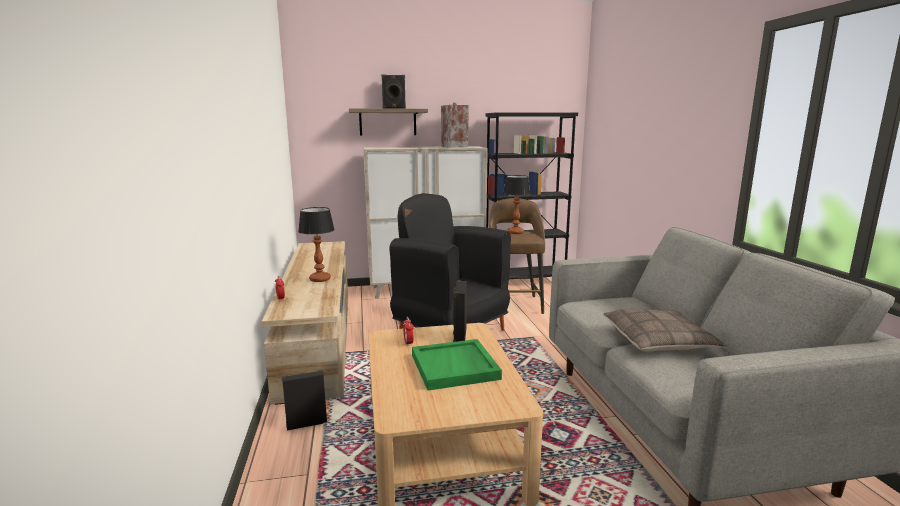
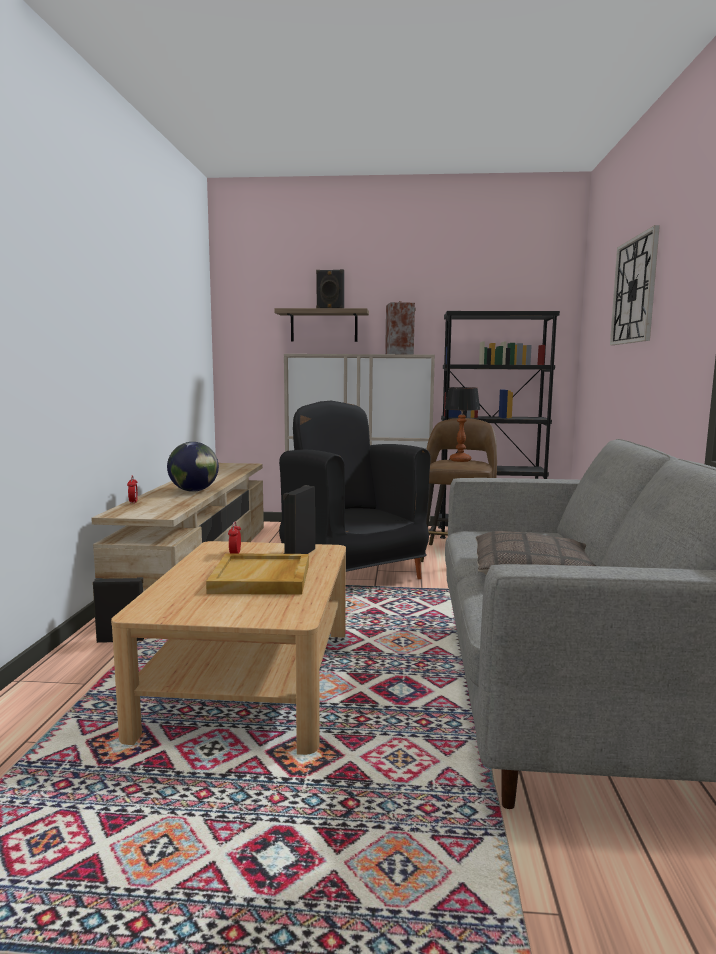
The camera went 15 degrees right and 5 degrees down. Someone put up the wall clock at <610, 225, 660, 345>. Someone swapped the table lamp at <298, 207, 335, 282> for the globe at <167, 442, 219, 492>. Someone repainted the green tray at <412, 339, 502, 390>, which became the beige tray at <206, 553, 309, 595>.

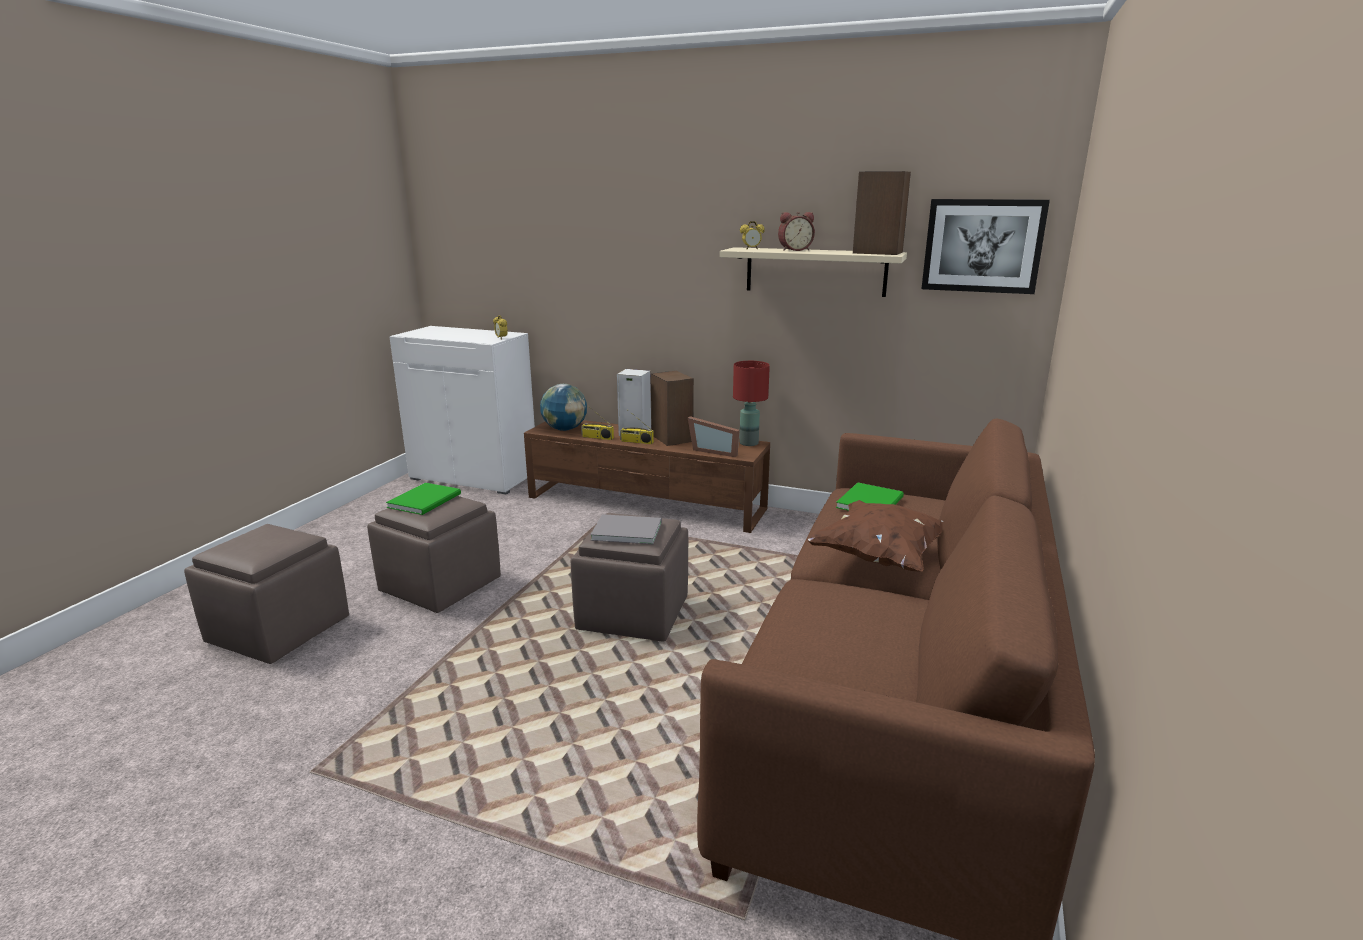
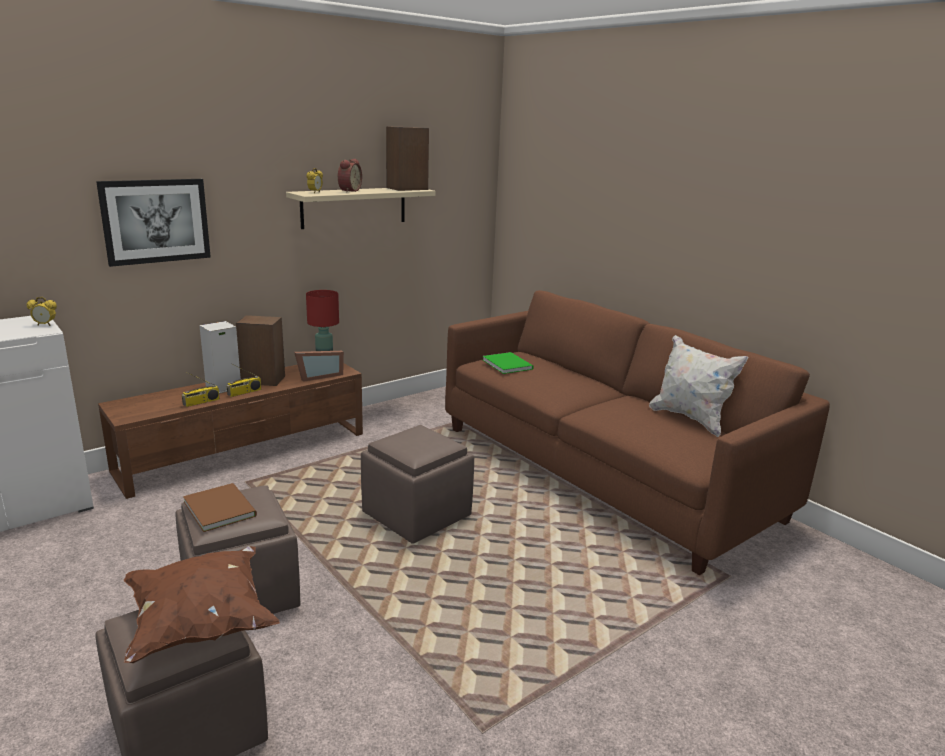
The camera went 60 degrees left and 0 degrees up. Someone took away the globe at <540, 384, 587, 431>. Someone took away the grey book at <591, 514, 662, 544>. Someone put down the white pillow at <649, 335, 748, 437>. Someone carried the brown pillow from <806, 500, 943, 572> to <124, 546, 280, 663>. Someone carried the picture from <922, 199, 1050, 294> to <96, 179, 211, 267>. Someone repainted the green book at <386, 483, 461, 515>, which became the brown book at <183, 483, 257, 532>.

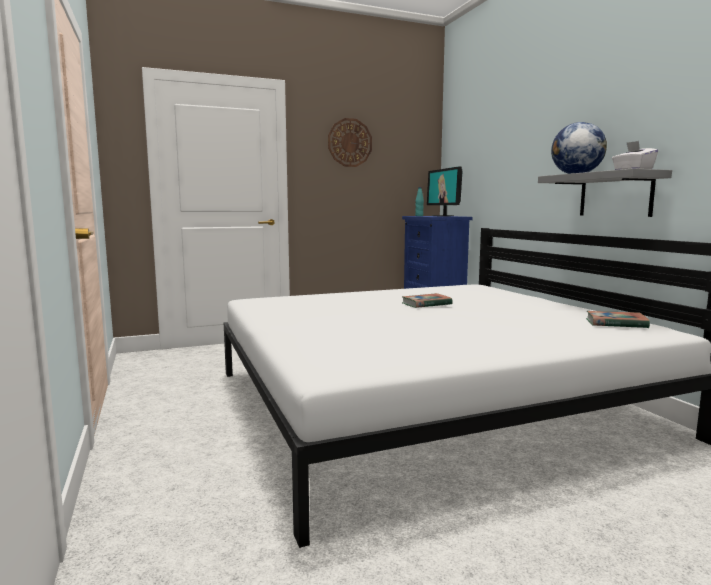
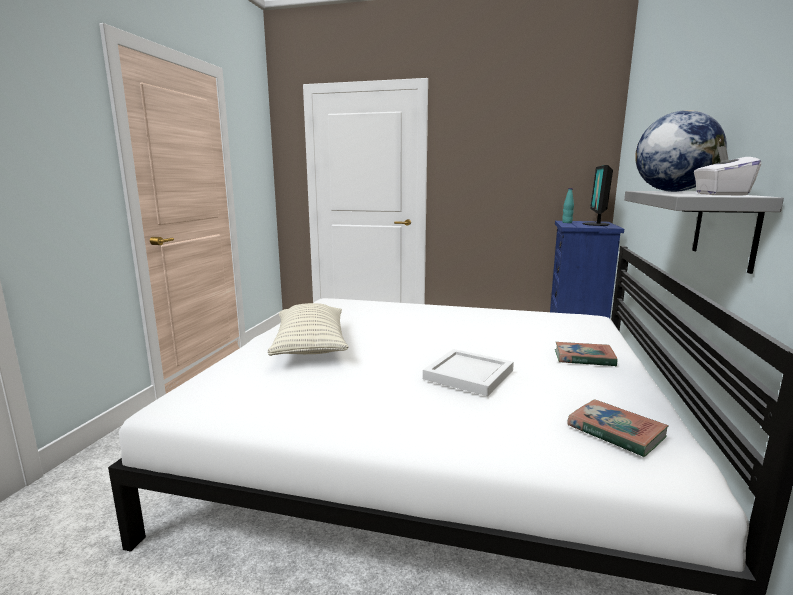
The camera went 35 degrees right and 5 degrees up. Someone took away the wall clock at <328, 118, 372, 167>. Someone put down the pillow at <268, 303, 348, 356>. Someone put down the white tray at <423, 349, 514, 396>. Someone carried the book from <402, 293, 453, 308> to <555, 342, 617, 366>.

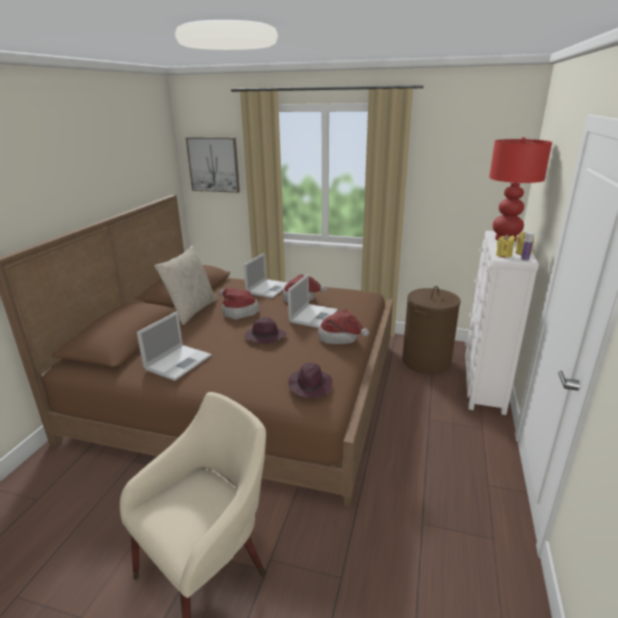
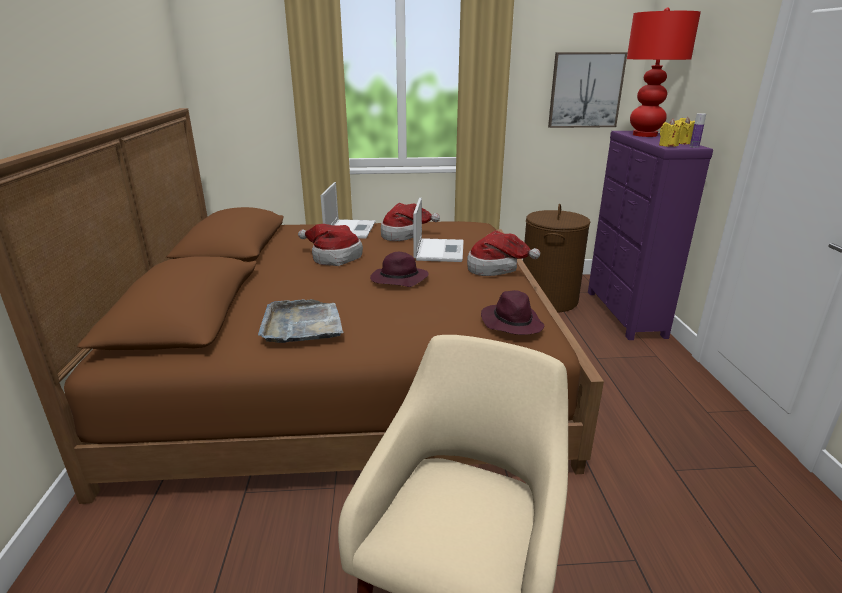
The camera went 20 degrees left and 0 degrees up. Someone took away the beige pillow at <154, 245, 218, 325>. Someone carried the picture from <186, 137, 240, 193> to <548, 52, 628, 128>. Someone swapped the laptop at <137, 311, 212, 381> for the grey tray at <258, 299, 343, 343>. Someone repainted the white dresser at <465, 231, 539, 415>, which became the purple dresser at <588, 131, 713, 340>.

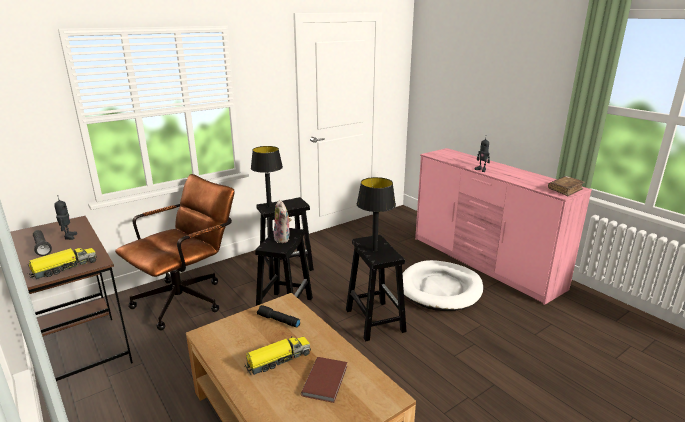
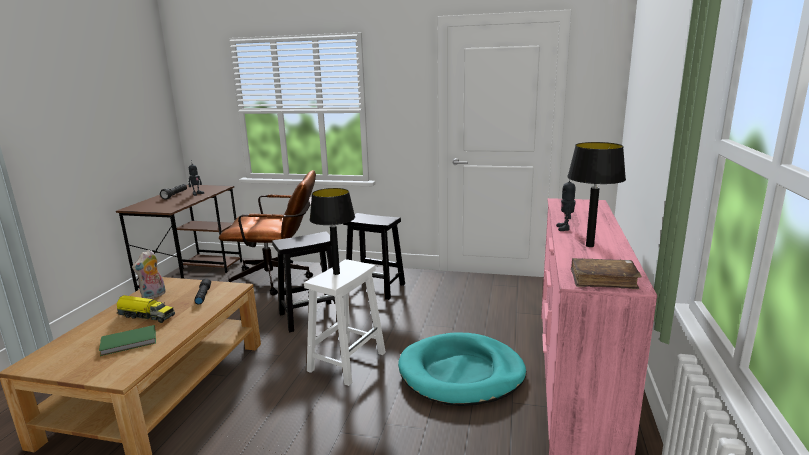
The camera went 50 degrees right and 5 degrees down. Someone took away the toy truck at <28, 248, 97, 279>. Someone carried the black table lamp from <251, 146, 283, 207> to <567, 142, 626, 247>. Someone carried the plush toy from <274, 200, 291, 243> to <132, 250, 166, 299>. Someone repainted the brown book at <301, 357, 347, 403>, which became the green book at <99, 325, 156, 356>. Someone repainted the black stool at <346, 235, 407, 342>, which became the white stool at <304, 259, 386, 386>. Someone repainted the white dog bed at <402, 260, 483, 311>, which became the turquoise dog bed at <398, 333, 526, 406>.

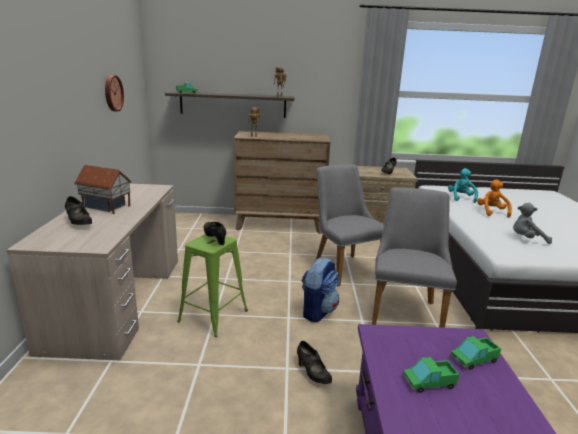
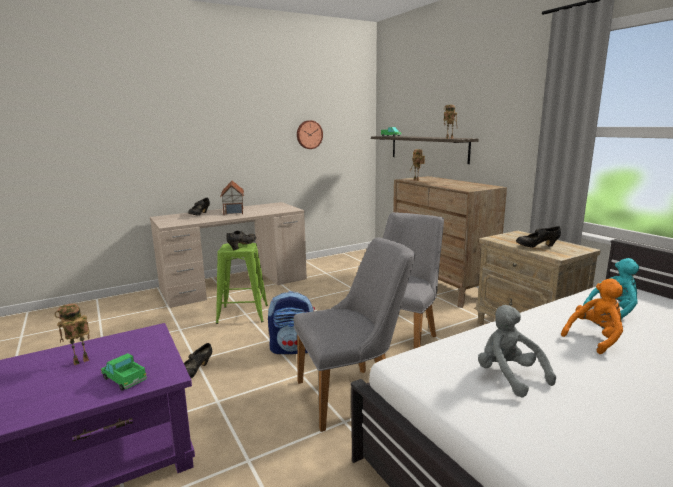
The camera went 60 degrees right and 5 degrees down. Someone swapped the toy truck at <402, 357, 459, 393> for the toy robot at <54, 303, 90, 365>.

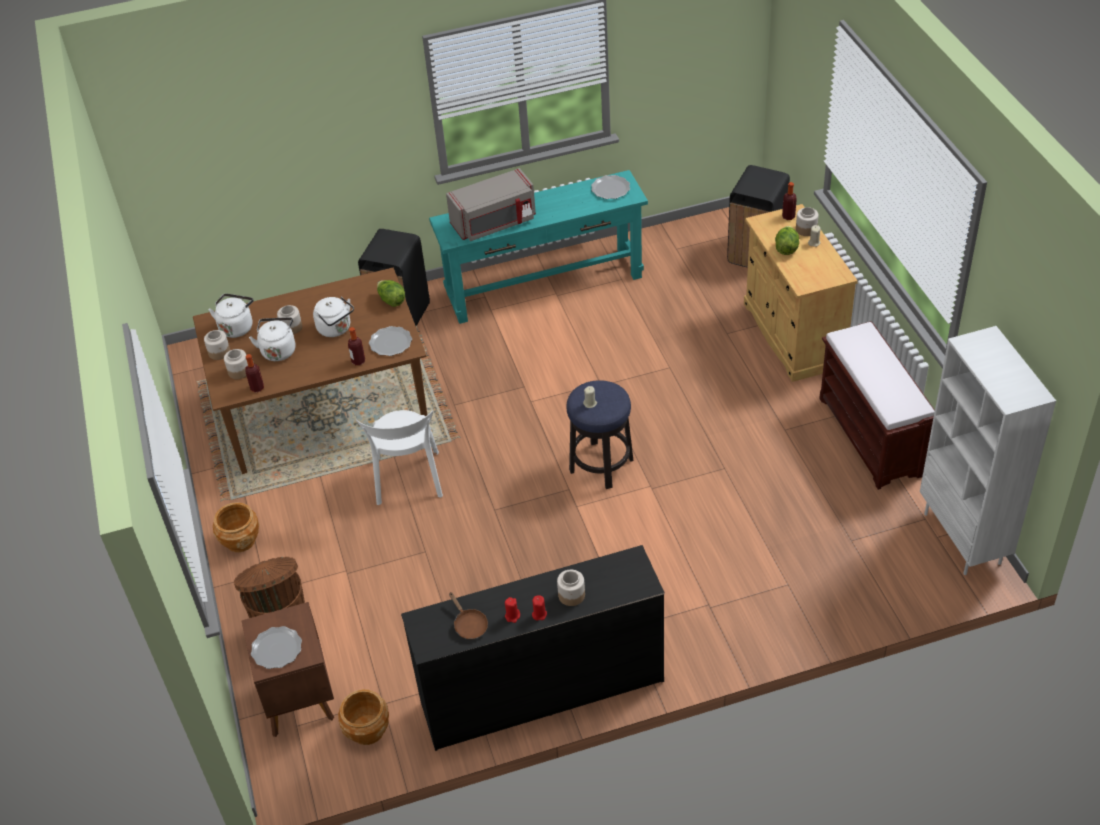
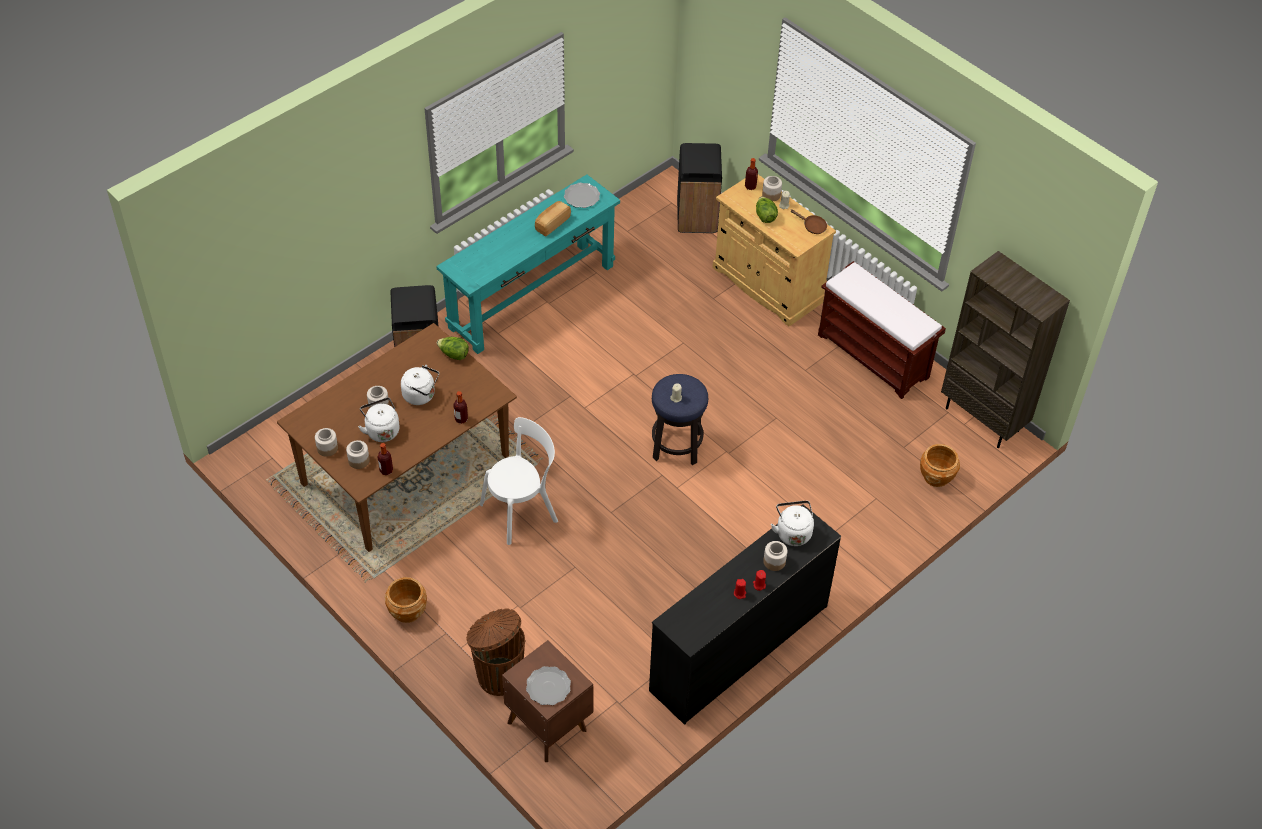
The camera went 30 degrees left and 5 degrees up. Someone took away the plate at <369, 326, 412, 356>. Someone took away the grey microwave at <446, 168, 536, 241>. Someone put down the bread at <535, 201, 571, 236>. Someone carried the white kettle from <208, 294, 254, 338> to <771, 501, 814, 546>. Someone carried the brown planter from <338, 689, 389, 745> to <920, 444, 960, 487>. Someone carried the brown frying pan from <449, 592, 488, 639> to <791, 209, 827, 234>. Someone repainted the white bookcase at <920, 326, 1056, 575>, which became the brown bookcase at <941, 251, 1070, 448>. Someone rotated the white chair at <356, 410, 443, 505> by 90 degrees counterclockwise.

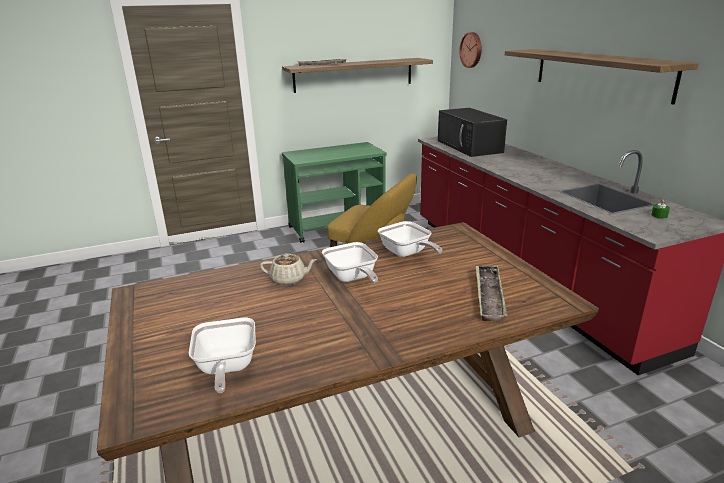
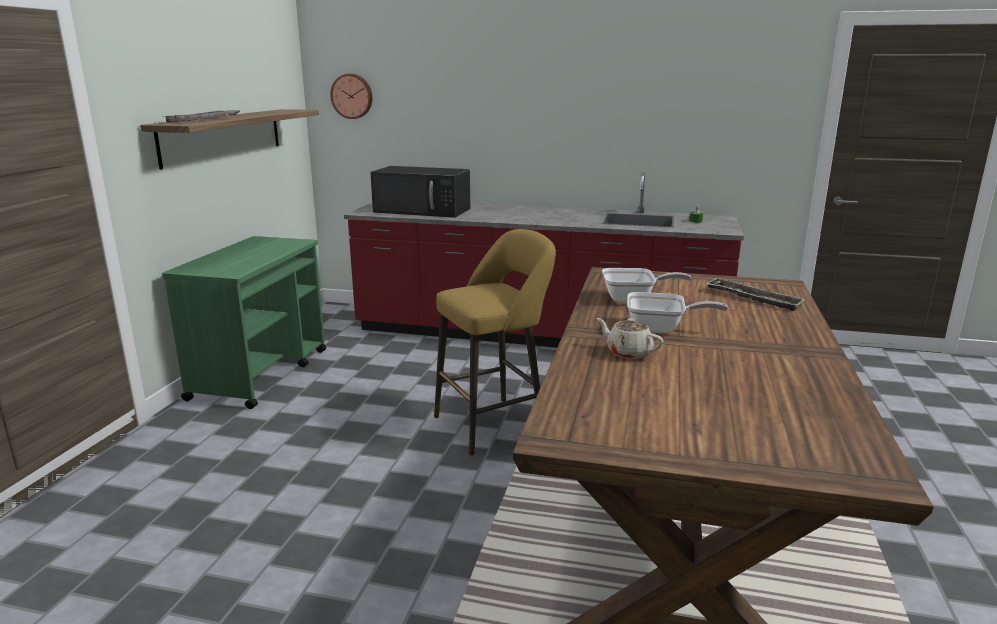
The camera went 55 degrees left and 5 degrees down. Someone took away the frying pan at <189, 318, 256, 393>. Someone took away the shelf at <505, 49, 699, 105>. Someone rotated the beige teapot at <260, 253, 317, 285> by 90 degrees counterclockwise.

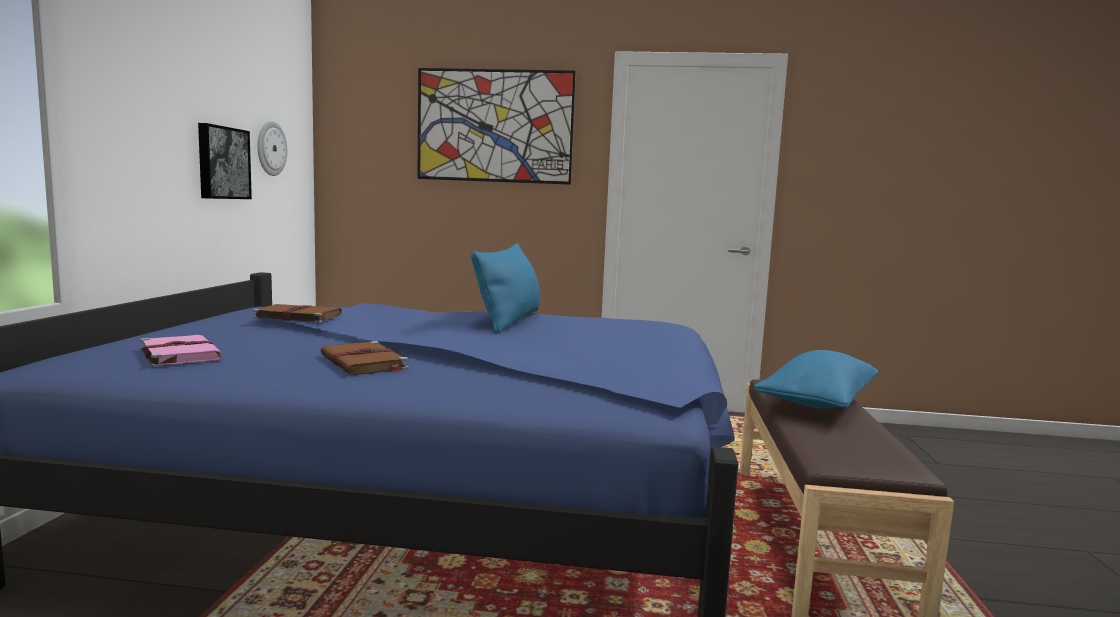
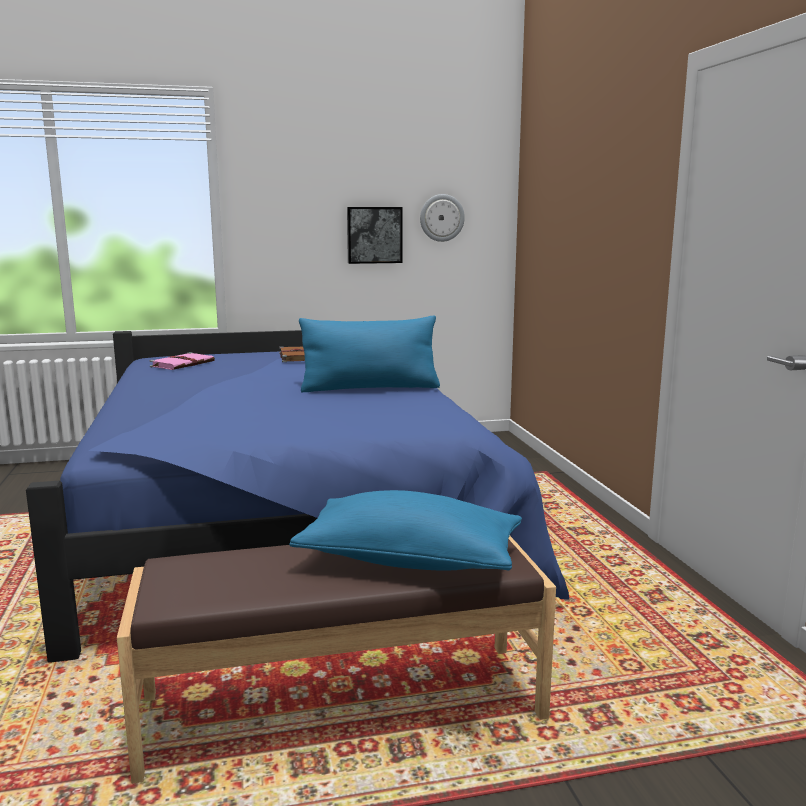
The camera went 70 degrees right and 5 degrees up. Someone took away the brown book at <321, 341, 409, 375>. Someone took away the picture at <417, 68, 576, 185>.

